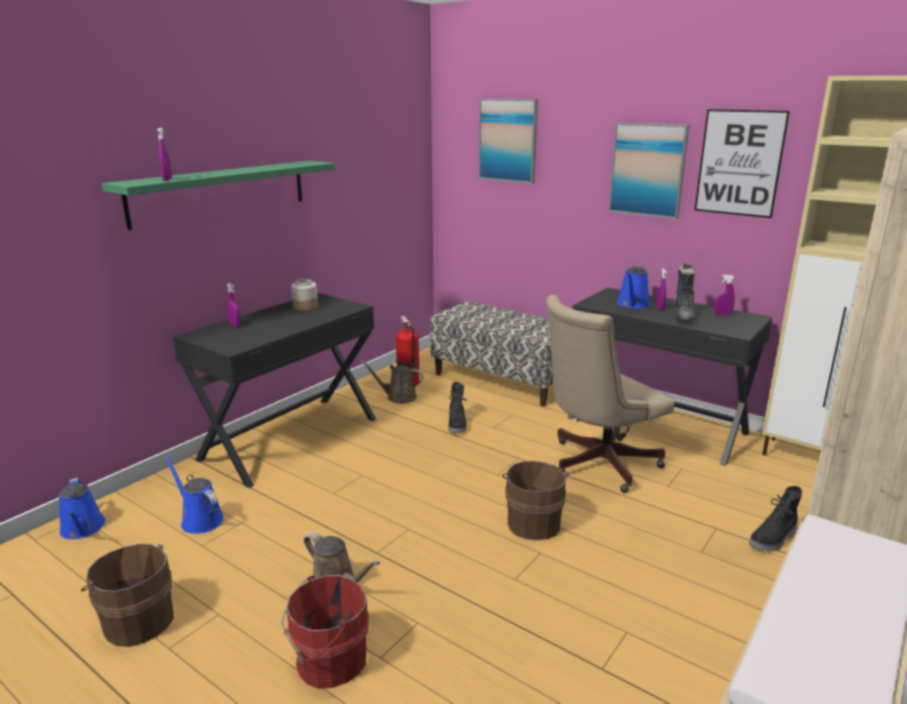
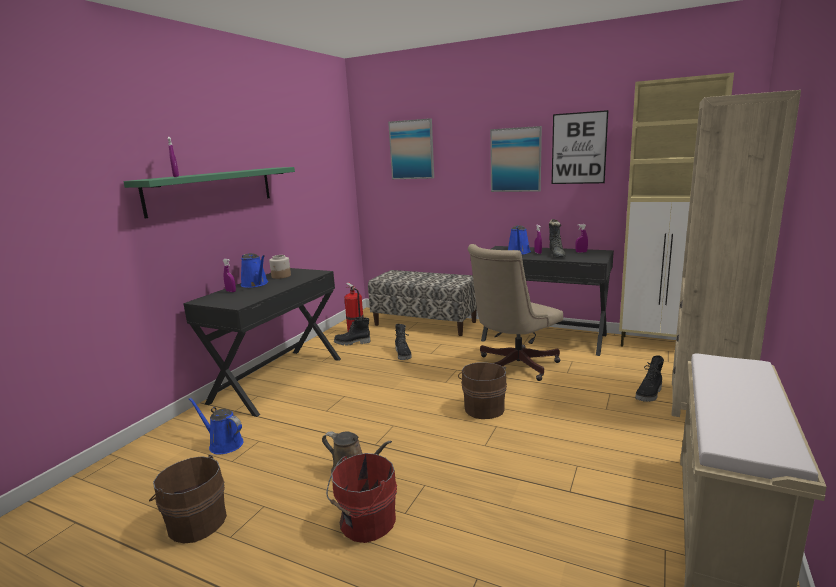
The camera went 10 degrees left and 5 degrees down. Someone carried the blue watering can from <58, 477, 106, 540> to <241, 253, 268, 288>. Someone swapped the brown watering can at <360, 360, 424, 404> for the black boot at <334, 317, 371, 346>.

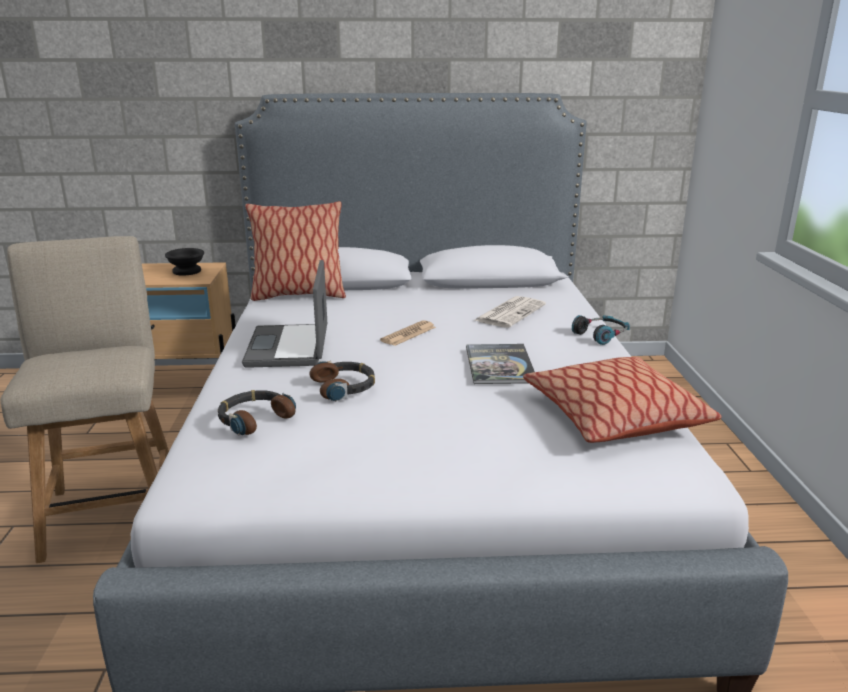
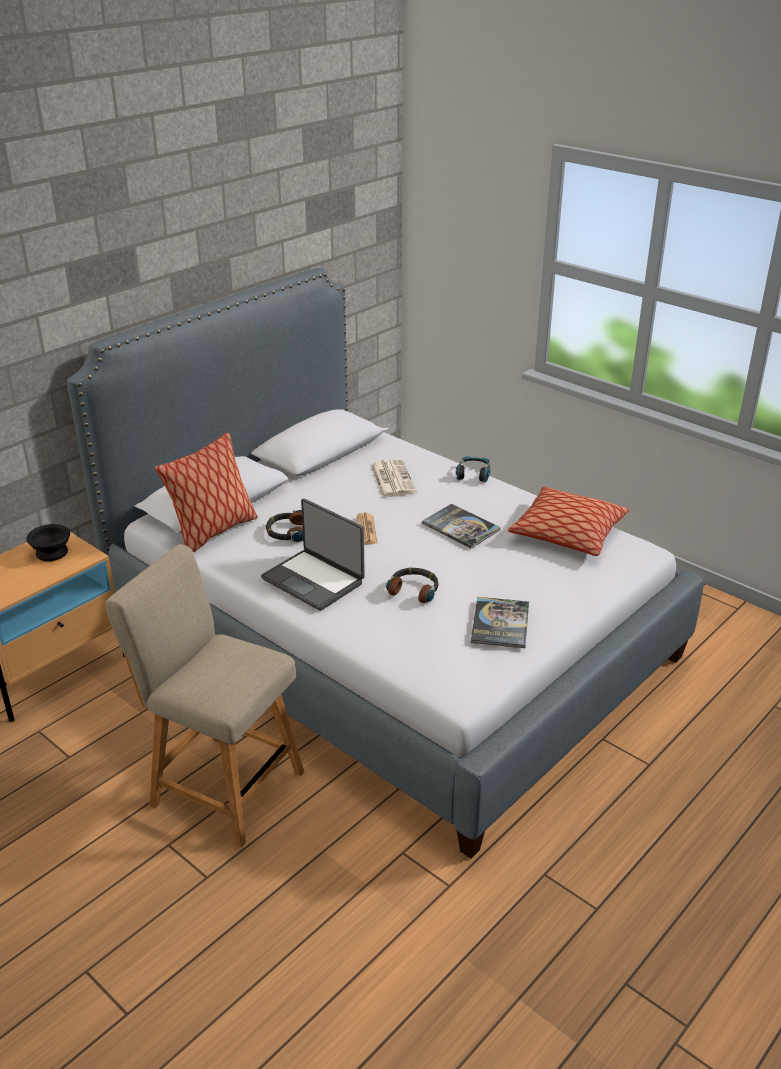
The camera went 45 degrees left and 10 degrees up. Someone put down the book at <471, 597, 529, 648>. Someone carried the headphones from <218, 390, 296, 436> to <266, 510, 303, 542>.

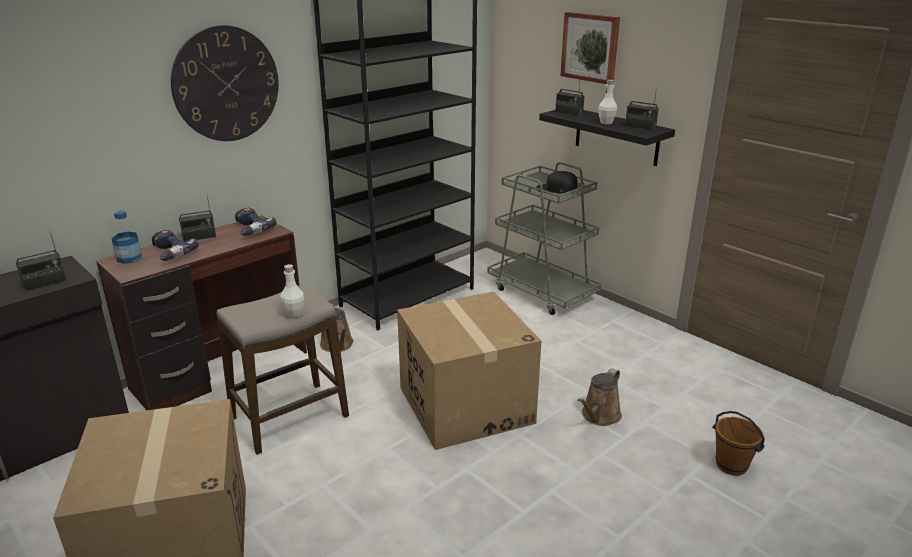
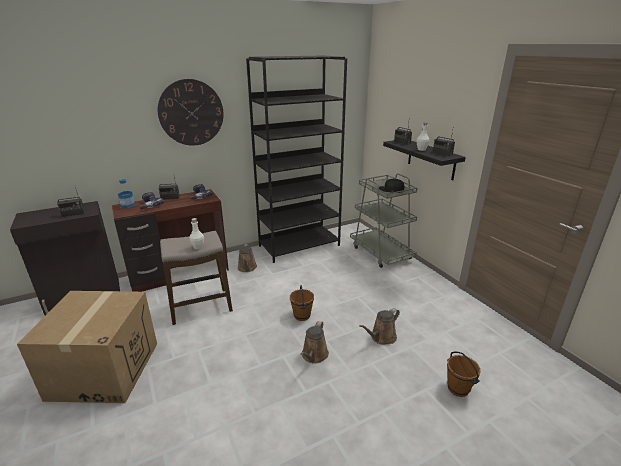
The camera went 15 degrees right and 0 degrees up. Someone took away the picture at <560, 12, 620, 84>. Someone put down the brown watering can at <300, 321, 329, 364>. Someone swapped the cardboard box at <397, 292, 541, 450> for the brown bucket at <290, 285, 314, 321>.

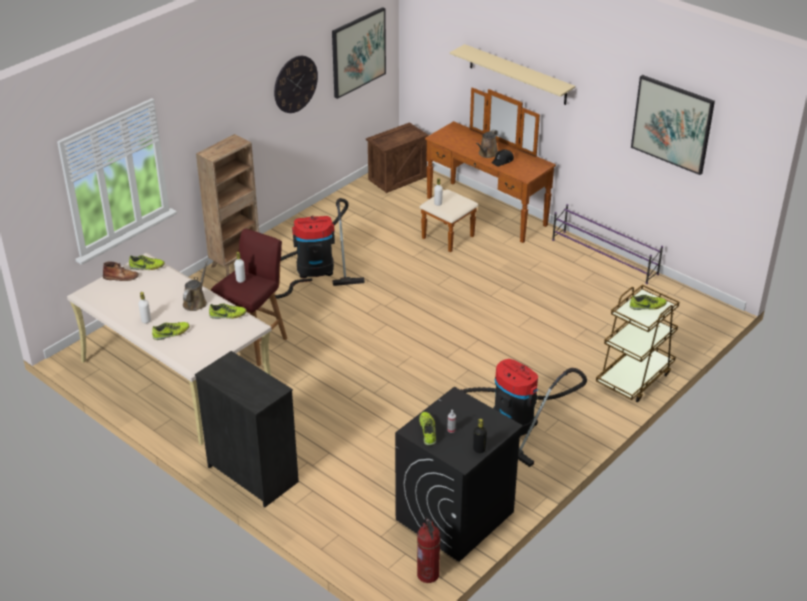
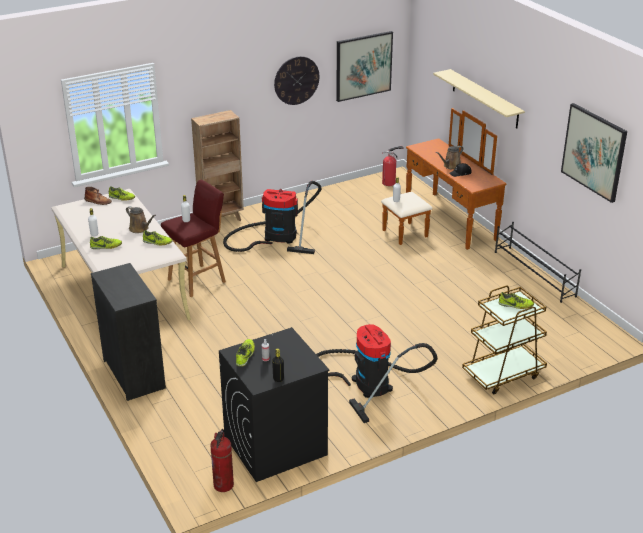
The camera went 20 degrees right and 5 degrees down. Someone swapped the crate at <366, 122, 428, 193> for the fire extinguisher at <382, 146, 404, 186>. Someone repainted the purple shoe rack at <552, 204, 663, 284>, which became the black shoe rack at <495, 222, 581, 303>. Someone rotated the brown watering can at <183, 261, 208, 311> by 90 degrees clockwise.

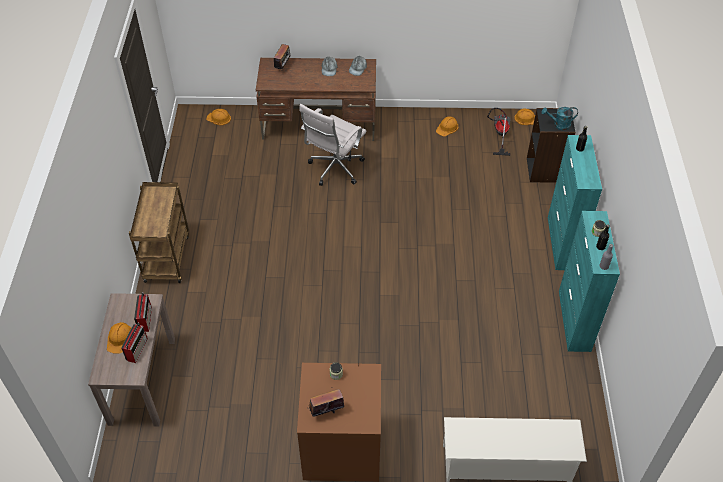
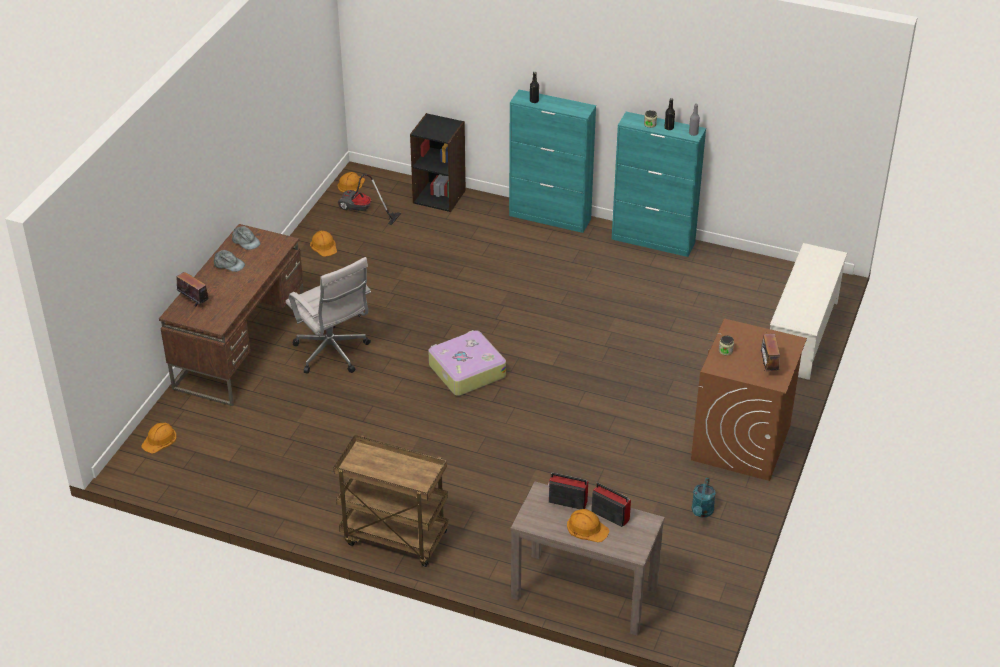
The camera went 70 degrees left and 10 degrees down. Someone put down the suitcase at <428, 330, 506, 396>. Someone carried the turquoise watering can from <542, 107, 578, 130> to <692, 478, 715, 517>.

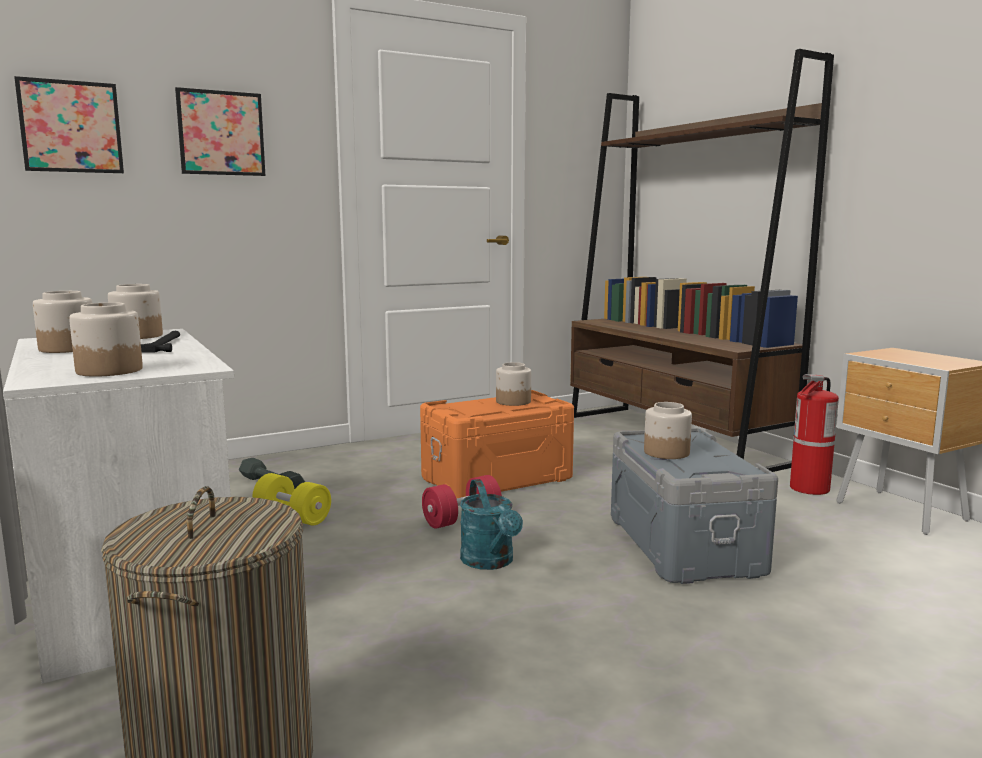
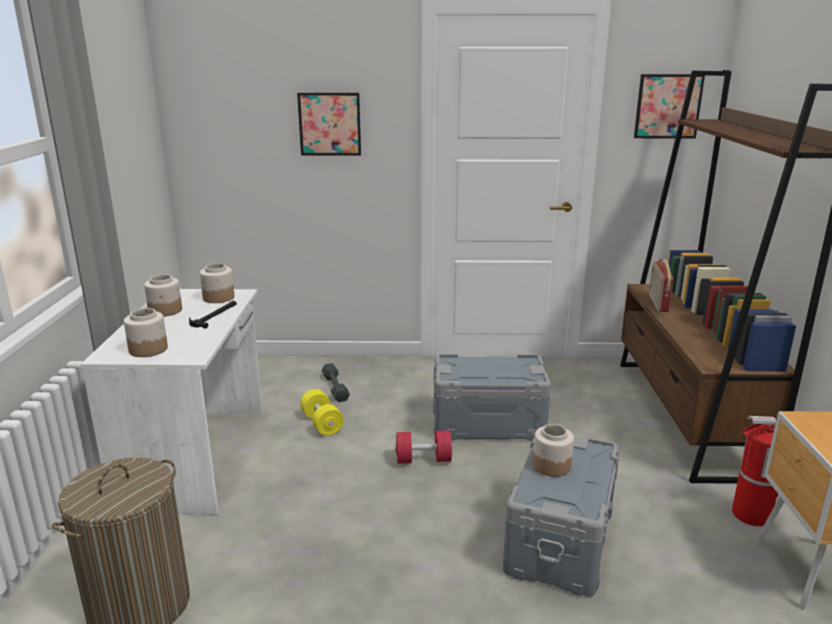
The camera went 30 degrees right and 10 degrees up. Someone took away the turquoise watering can at <460, 479, 523, 570>. Someone took away the jar at <496, 362, 531, 406>. Someone put down the radio at <649, 259, 674, 312>. Someone carried the picture from <14, 76, 124, 173> to <634, 74, 705, 138>. Someone repainted the orange storage box at <420, 390, 574, 499>, which became the grey storage box at <433, 354, 551, 441>.

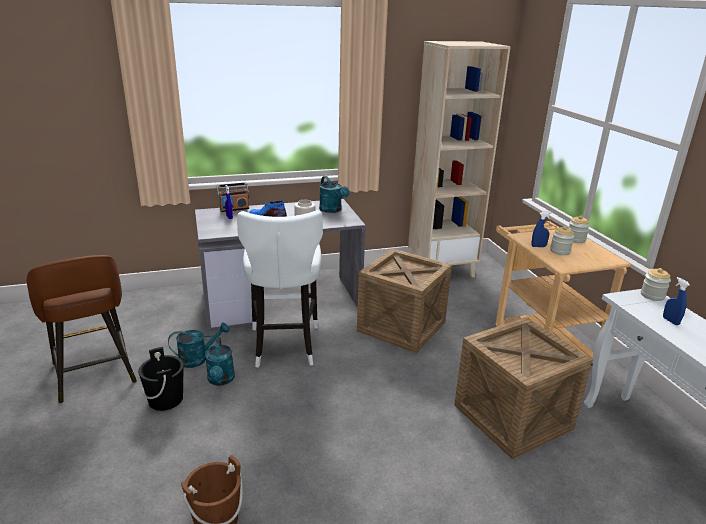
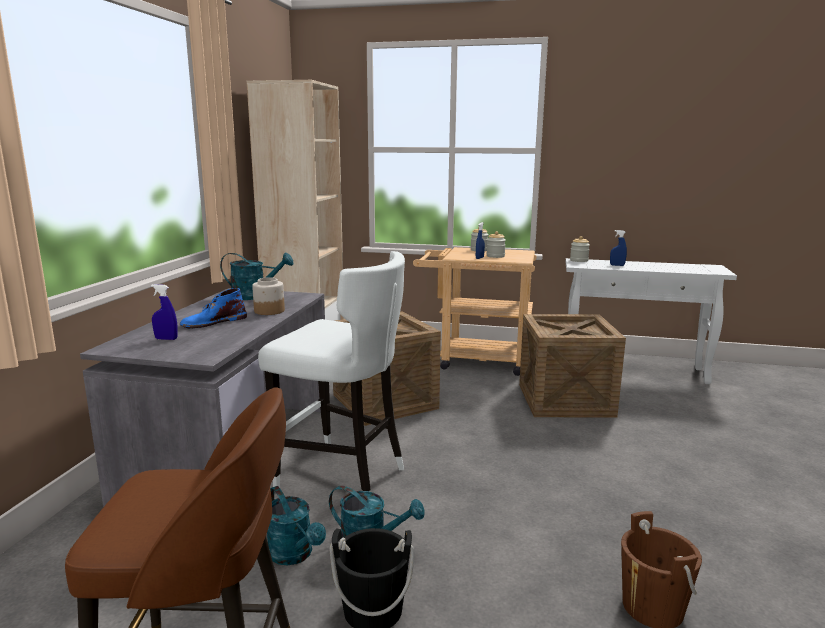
The camera went 60 degrees left and 10 degrees down. Someone took away the radio at <217, 182, 249, 212>. Someone rotated the turquoise watering can at <168, 323, 229, 368> by 135 degrees clockwise.

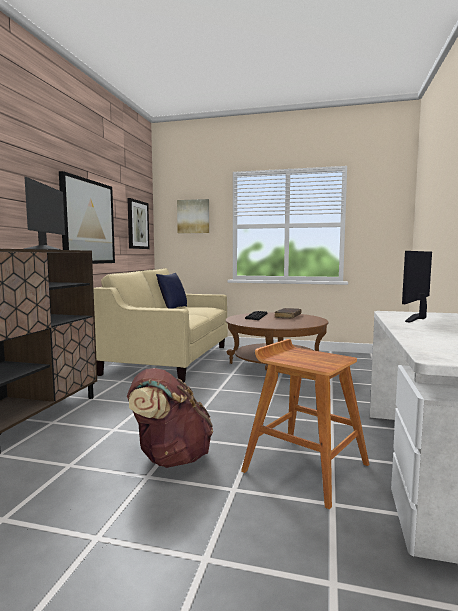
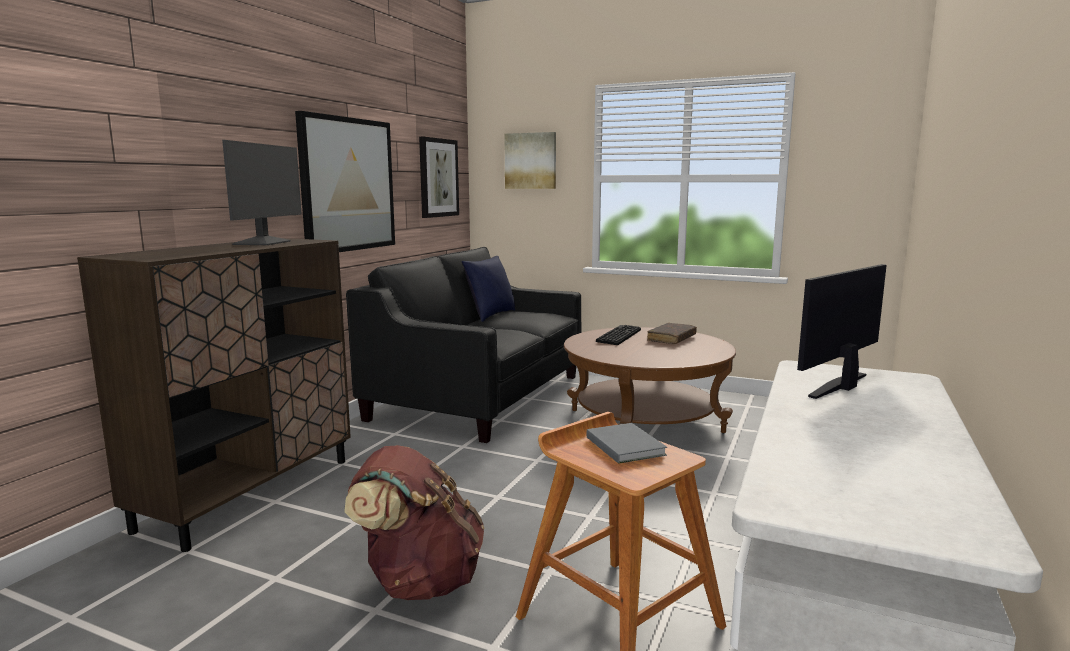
The camera went 10 degrees right and 5 degrees up. Someone put down the grey book at <587, 423, 667, 464>. Someone repainted the beige sofa at <93, 268, 228, 382>, which became the black sofa at <346, 247, 581, 443>.

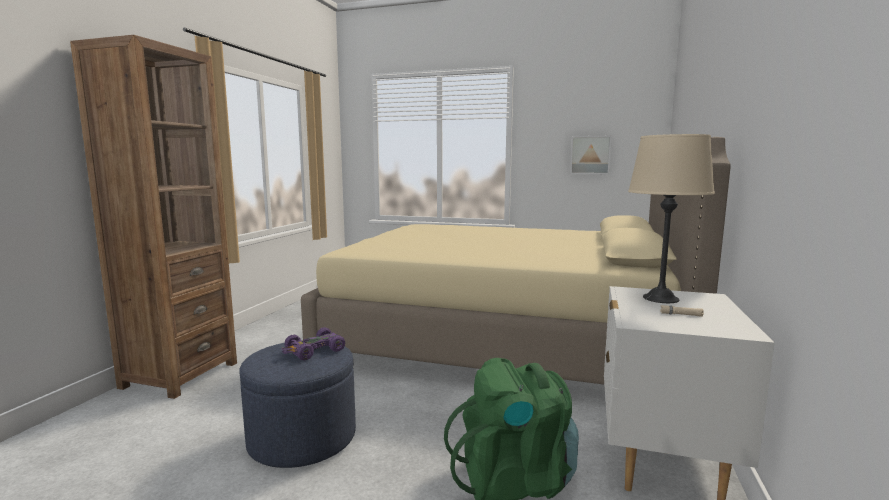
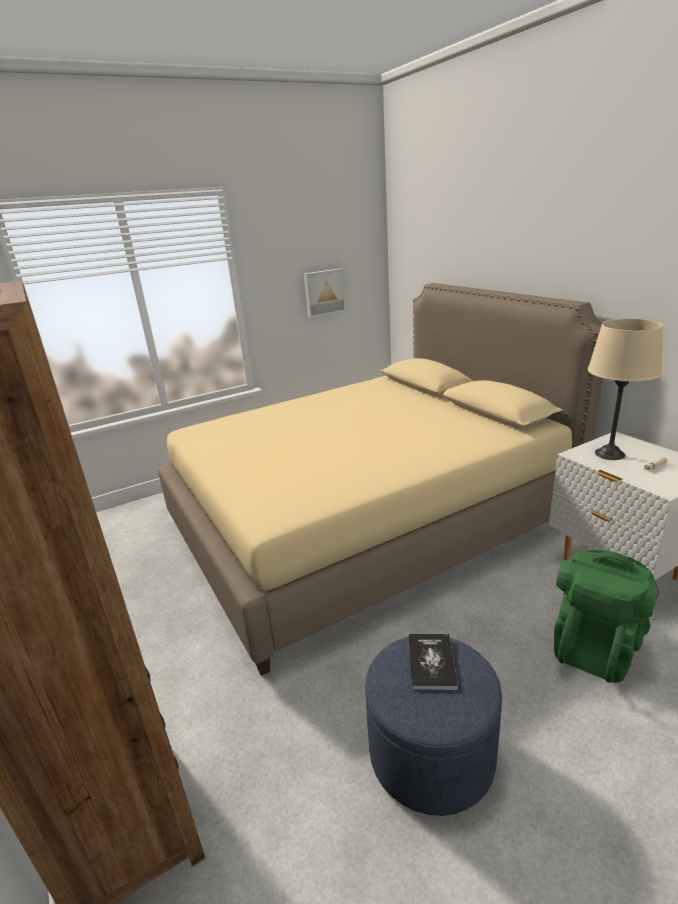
The camera went 45 degrees left and 15 degrees up. Someone swapped the purple toy car at <281, 327, 345, 360> for the book at <409, 634, 458, 690>.

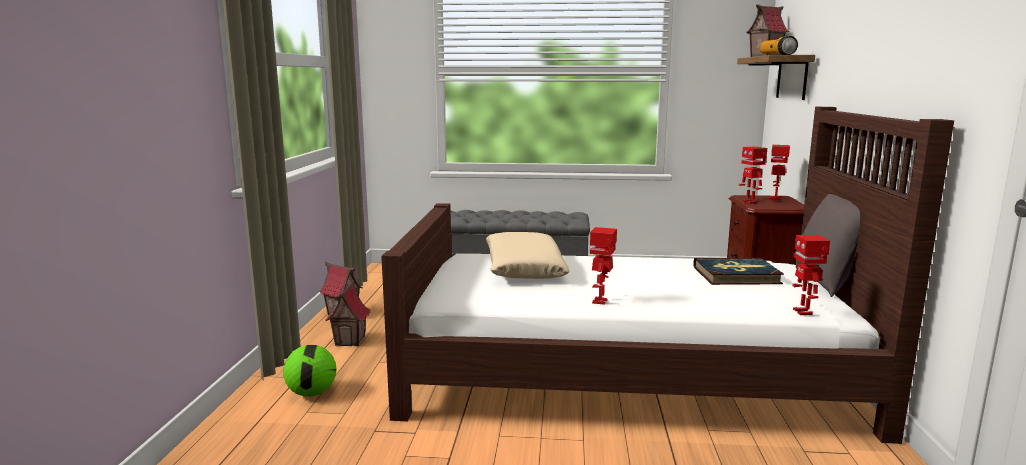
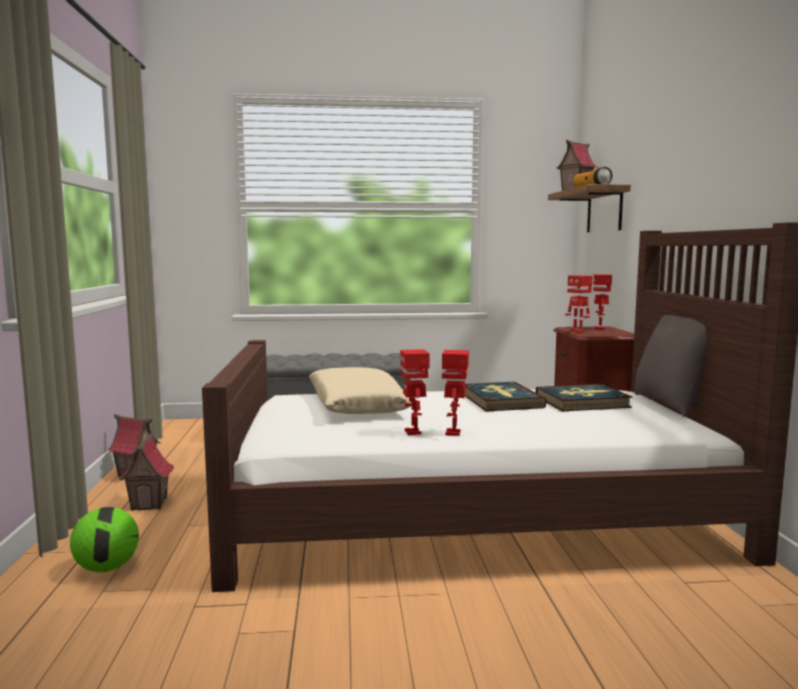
The camera went 10 degrees left and 5 degrees down. Someone put down the book at <465, 382, 547, 412>. Someone carried the toy robot from <792, 235, 830, 315> to <400, 349, 430, 435>.

